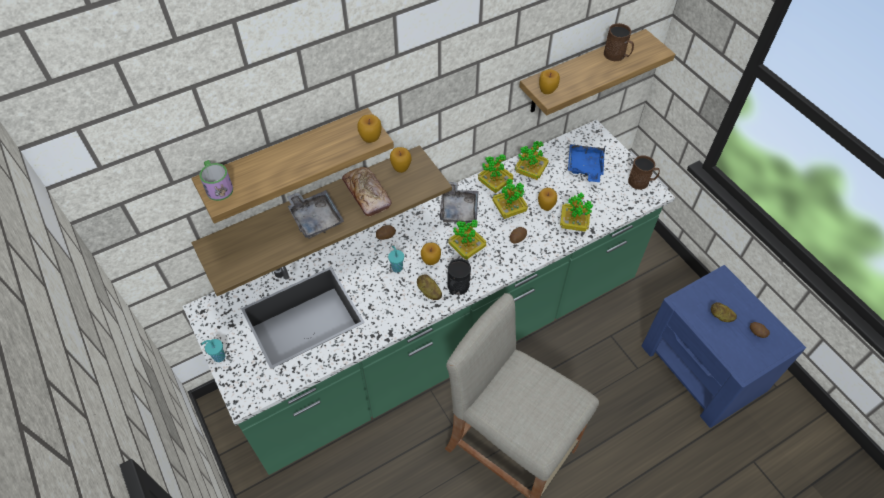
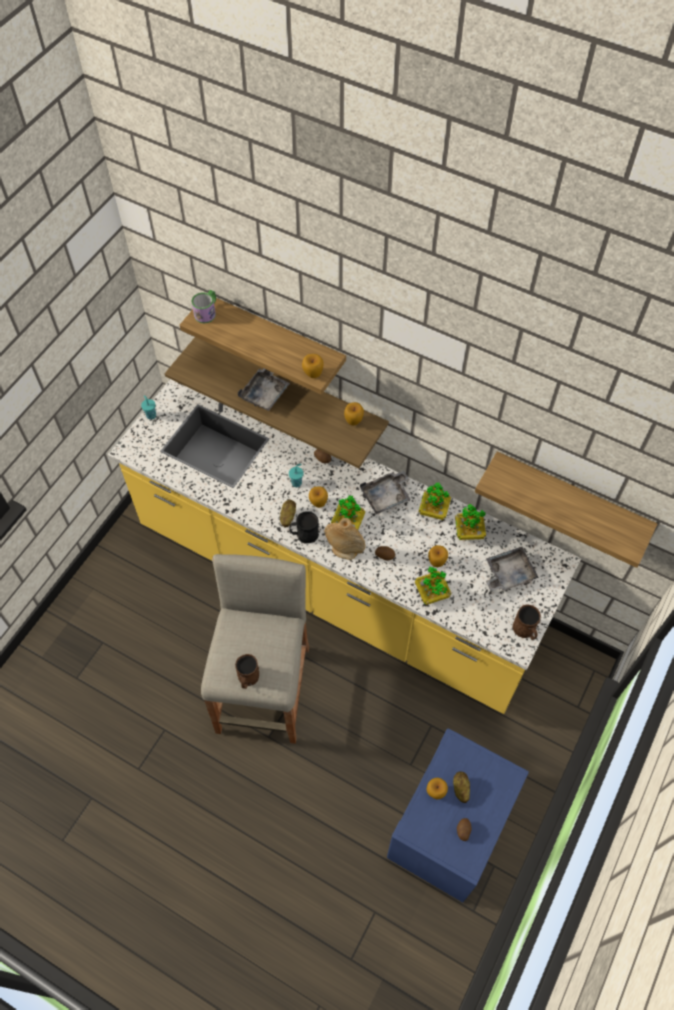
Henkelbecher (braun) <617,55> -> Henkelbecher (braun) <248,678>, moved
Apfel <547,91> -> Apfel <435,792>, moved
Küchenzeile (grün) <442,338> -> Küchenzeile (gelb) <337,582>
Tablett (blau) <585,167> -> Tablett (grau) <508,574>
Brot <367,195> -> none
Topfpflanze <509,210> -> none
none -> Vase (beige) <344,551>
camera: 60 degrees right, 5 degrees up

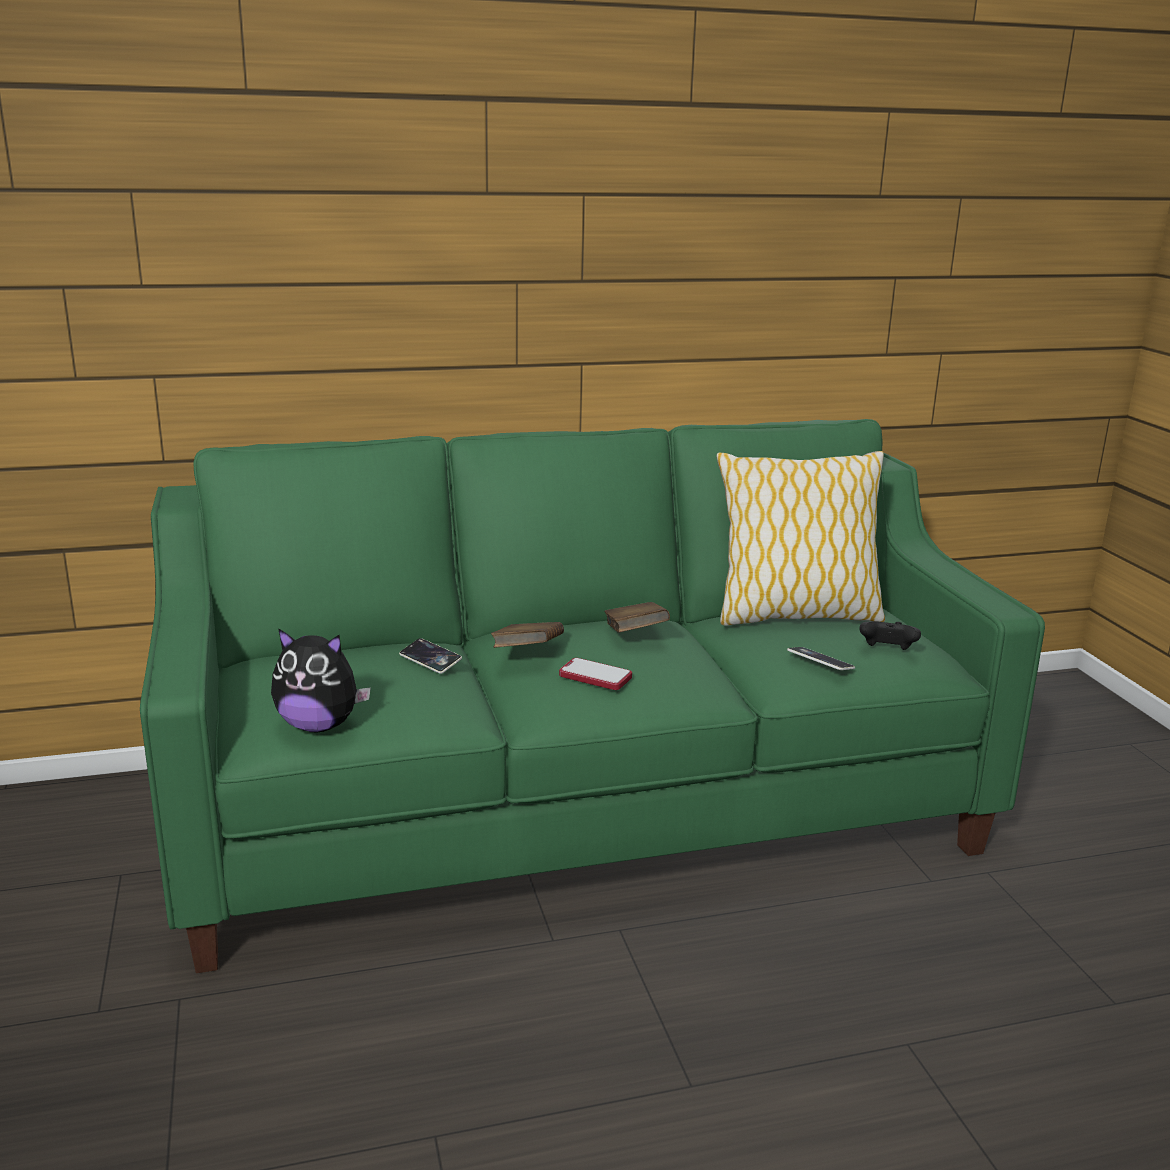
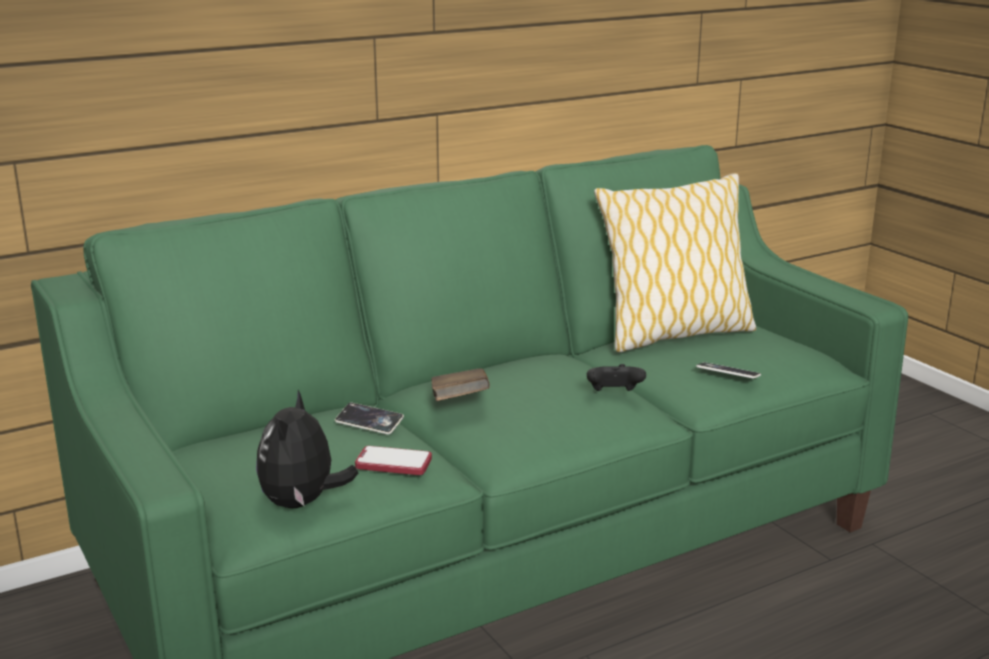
Buch (braun) <635,635> -> none
Gamepad (schwarz) <887,651> -> Gamepad (schwarz) <614,394>, moved
Plüschtier <319,725> -> Plüschtier <302,503>, 105 degrees clockwise
Handy <595,676> -> Handy <393,463>, moved
camera: 15 degrees left, 0 degrees up

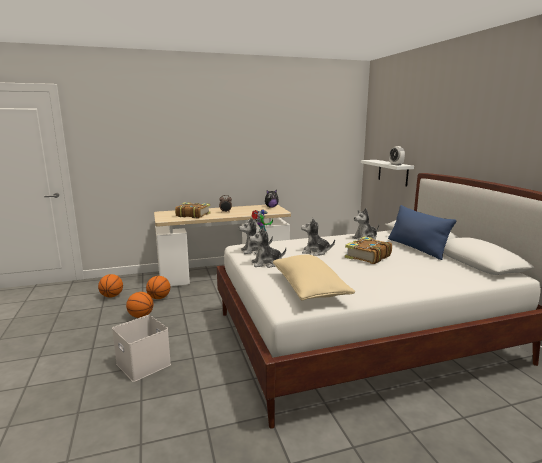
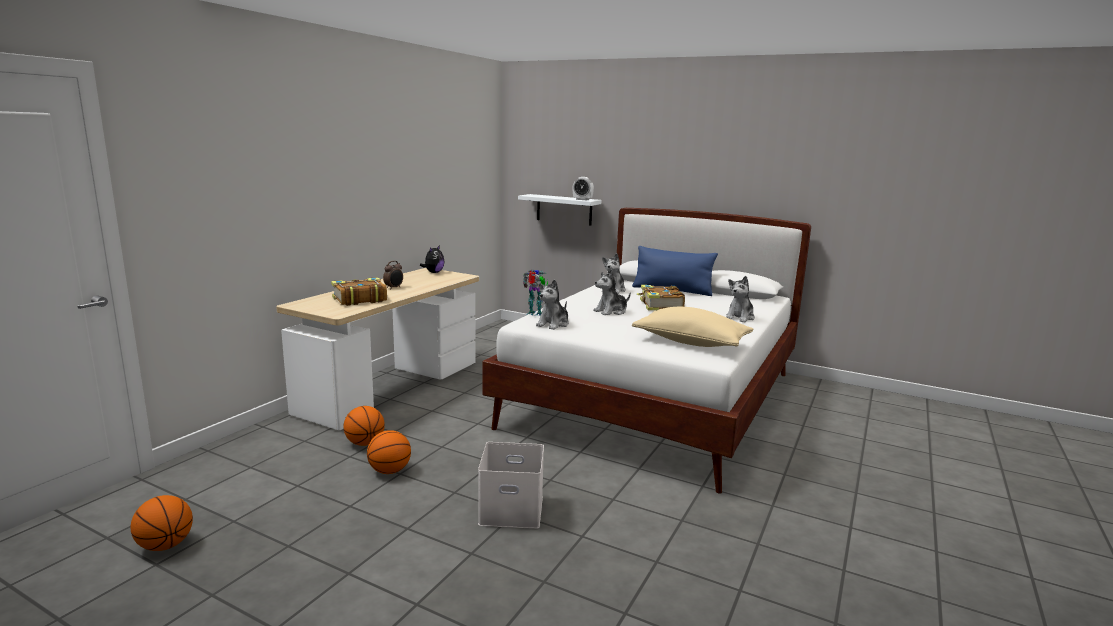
Plüschtier <266,263> -> Plüschtier <740,317>, moved
Basketball <112,296> -> Basketball <165,545>, moved
camera: 45 degrees left, 0 degrees up

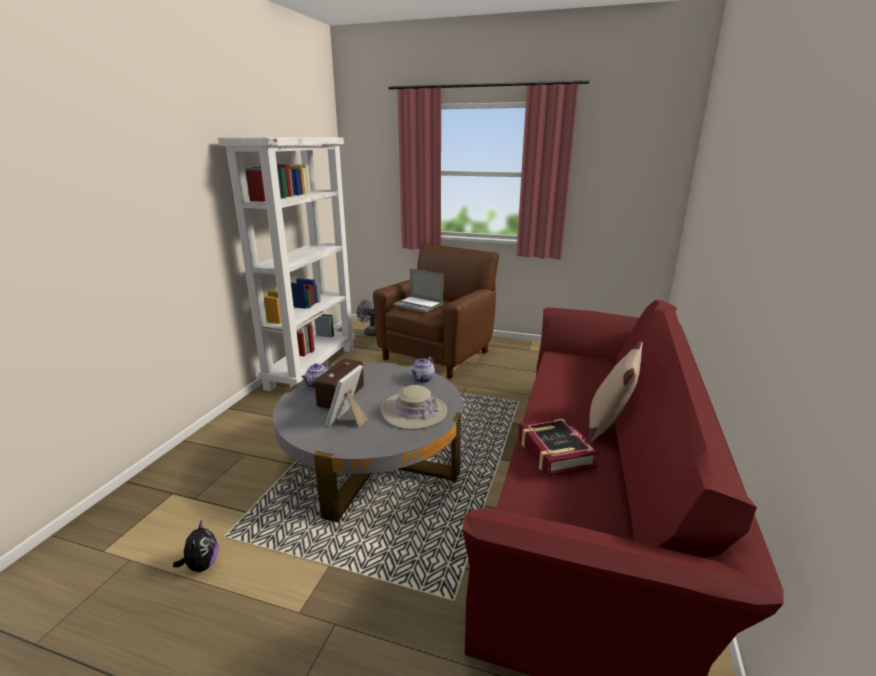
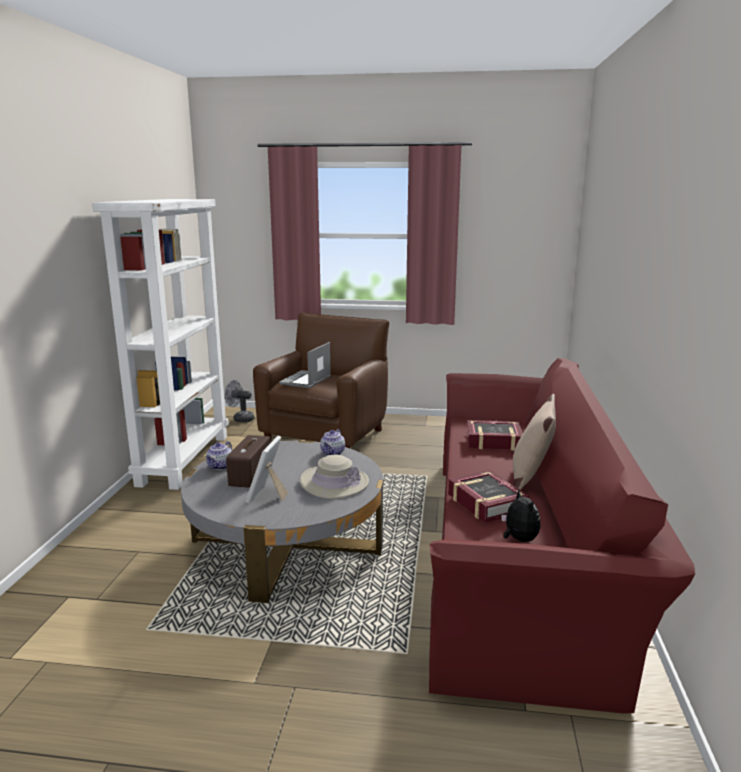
Laptop <419,305> -> Laptop <306,381>, 90 degrees clockwise
Plüschtier <202,565> -> Plüschtier <519,539>, moved
none -> Buch <493,441>
camera: 10 degrees left, 5 degrees down

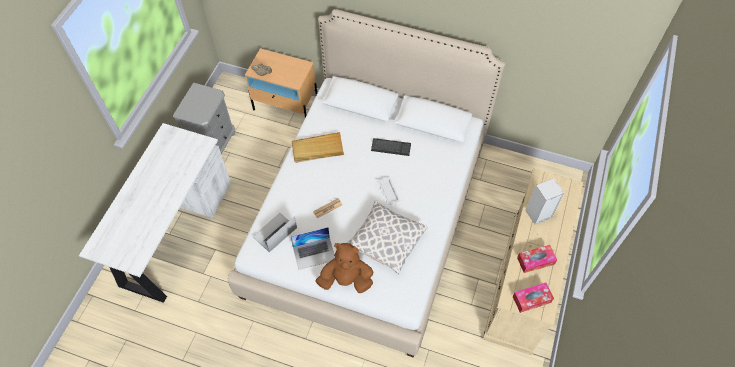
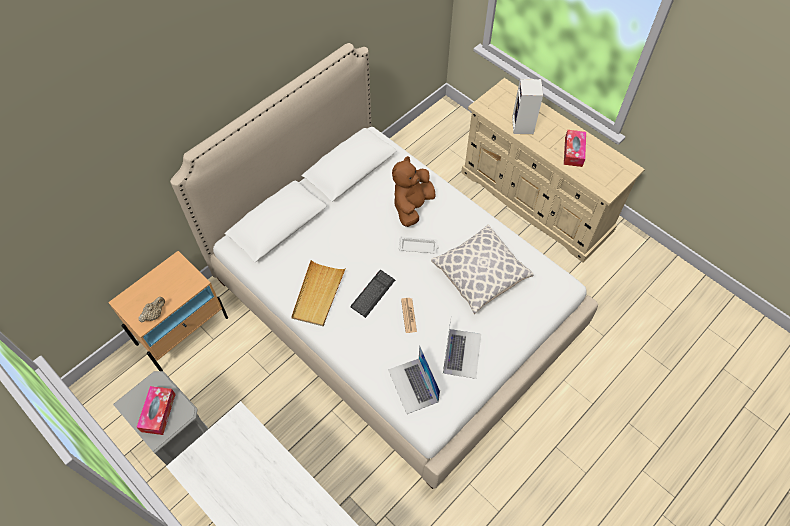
Tastatur <391,147> -> Tastatur <373,294>, moved
Plüschtier (braun) <346,280> -> Plüschtier (braun) <412,206>, moved
Taschentuchbox <531,299> -> Taschentuchbox <158,412>, moved
camera: 65 degrees left, 0 degrees up

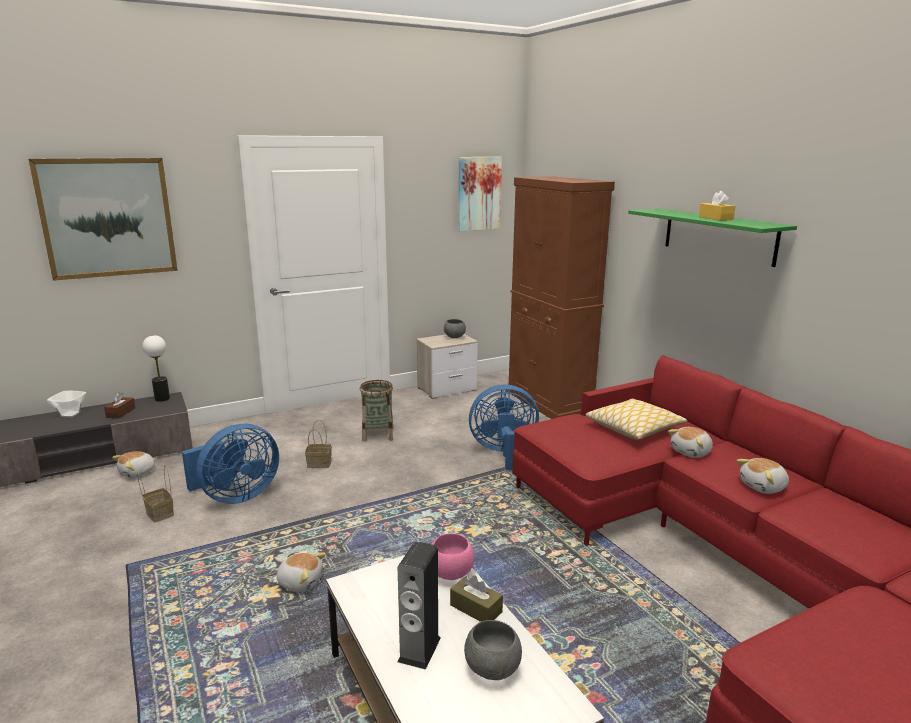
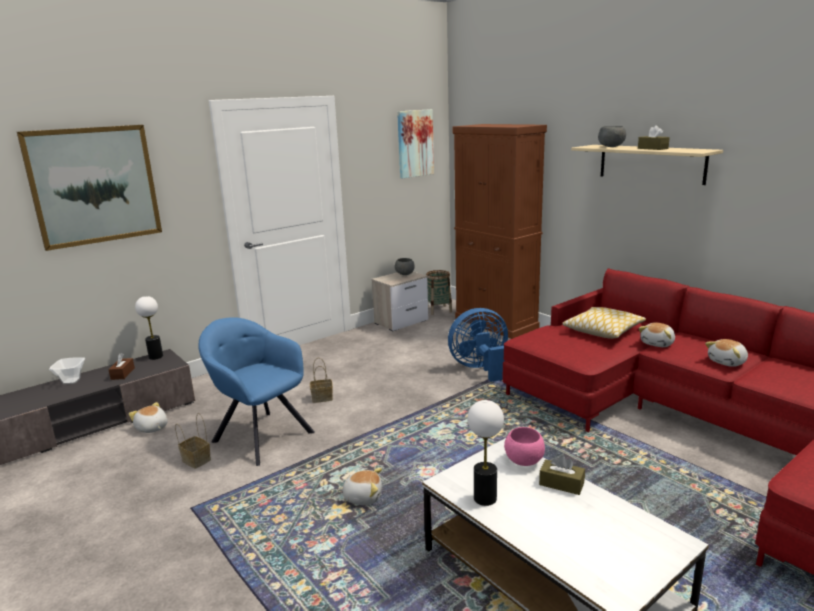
Taschentuchbox (gelb) <715,218> -> Taschentuchbox (braun) <652,148>
Wandregal (grün) <718,236> -> Wandregal (beige) <651,163>
Korb <378,434> -> Korb <438,310>, moved
Ventilator (blau) <235,496> -> Sessel (blau) <260,435>
Plüschtier <138,473> -> Plüschtier <152,428>, 105 degrees clockwise
Lautsprecher <419,649> -> none
Schüssel (grau) <492,670> -> Schüssel (grau) <611,147>, moved
none -> Tischlampe <485,498>
camera: 10 degrees left, 0 degrees up

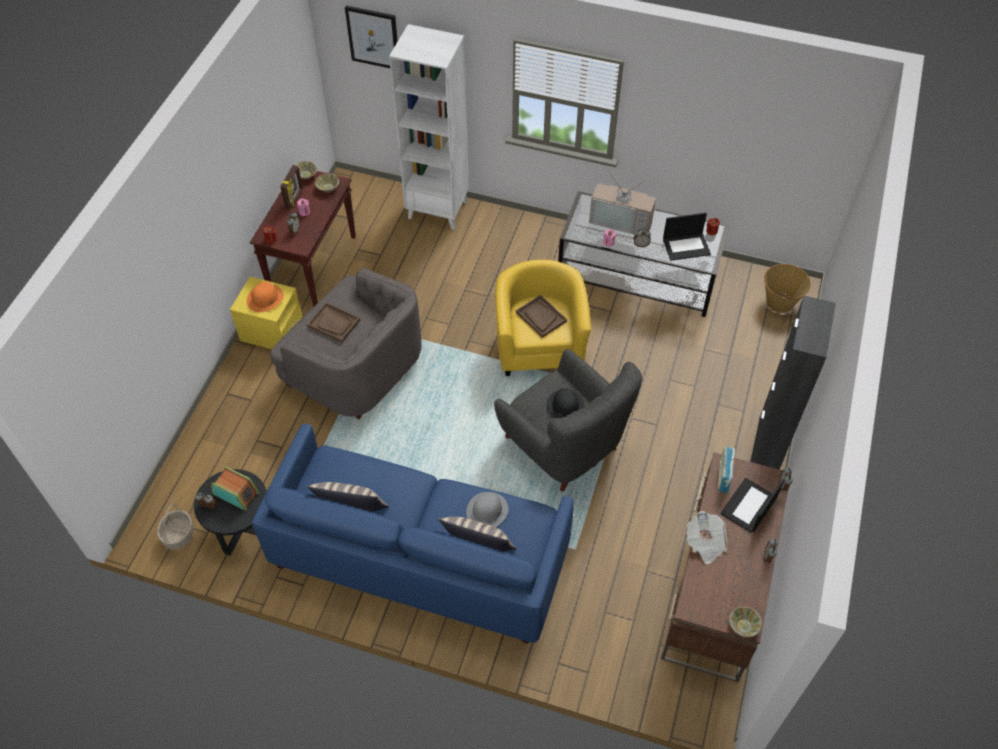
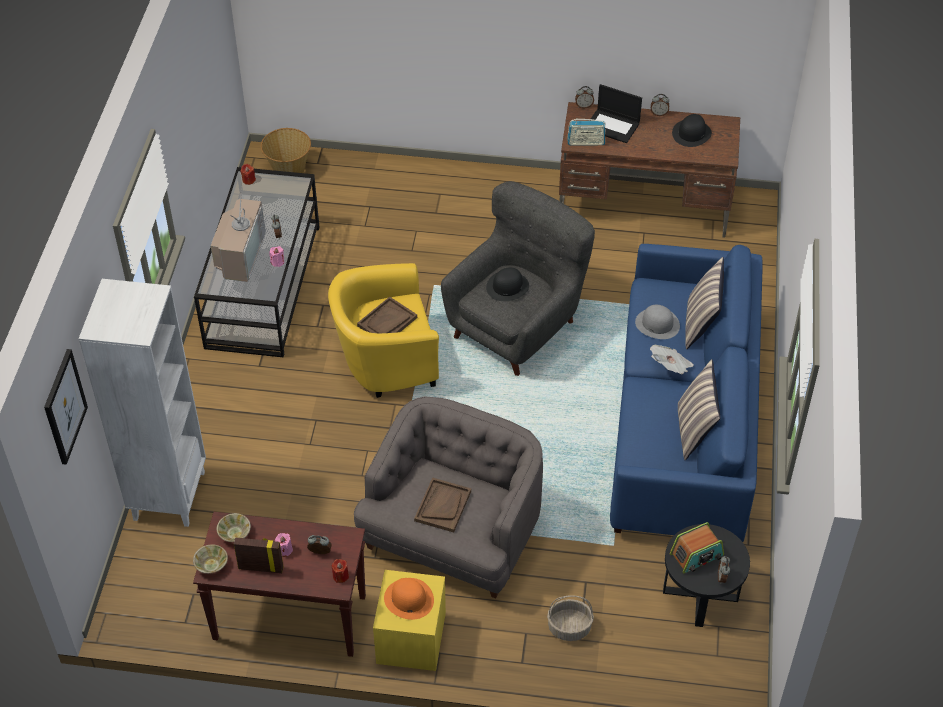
Laptop <686,246> -> none
Schrank (schwarz) <768,445> -> none
Radio <236,493> -> Radio <696,555>, 135 degrees counterclockwise
Korb <178,535> -> Korb <569,628>, moved
Zeitung <705,543> -> Zeitung <671,367>, moved
Schüssel (beige) <743,625> -> none
none -> Hut (schwarz) <691,133>
camera: 100 degrees left, 5 degrees down

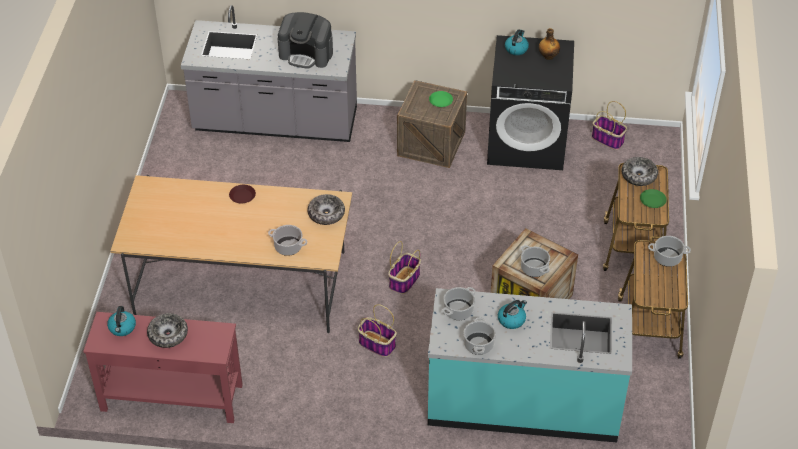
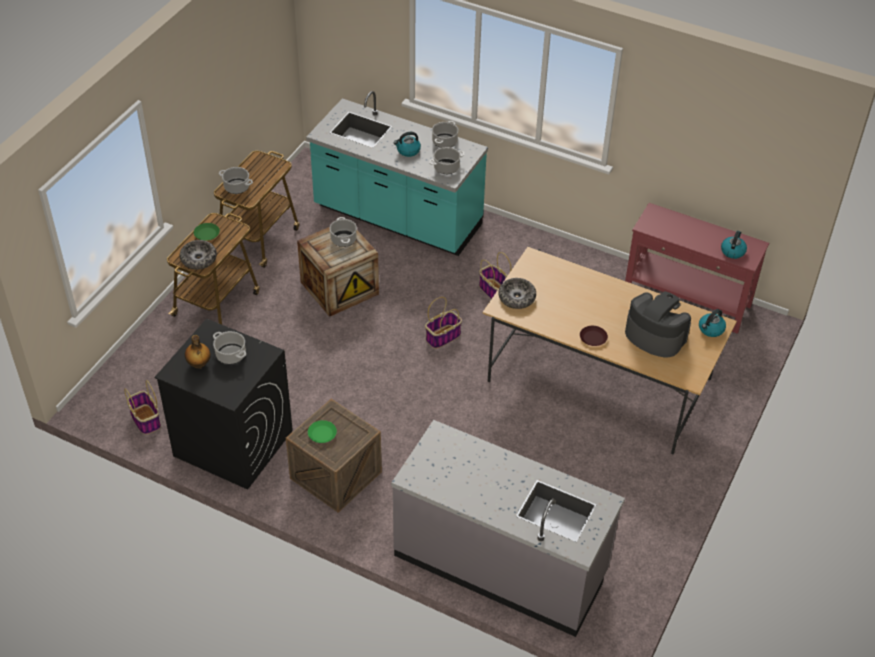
Kaffeemaschine <306,54> -> Kaffeemaschine <654,336>, moved
Wasserkessel <516,49> -> Wasserkessel <711,329>, moved
Kochtopf <288,247> -> Kochtopf <230,355>, moved
Schüssel <168,334> -> none
camera: 160 degrees left, 0 degrees up

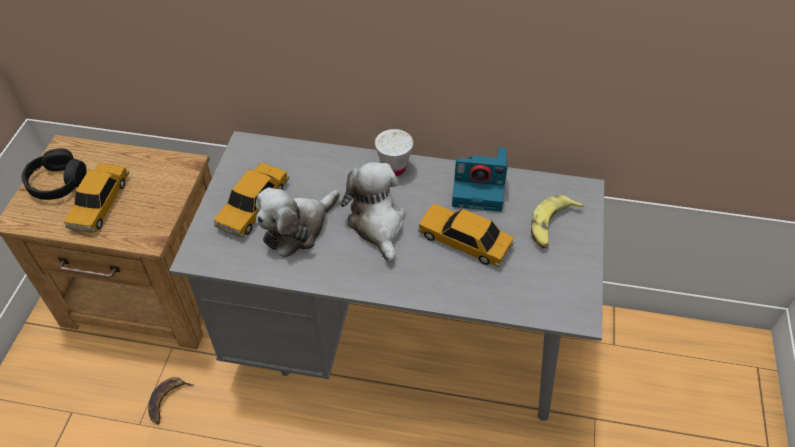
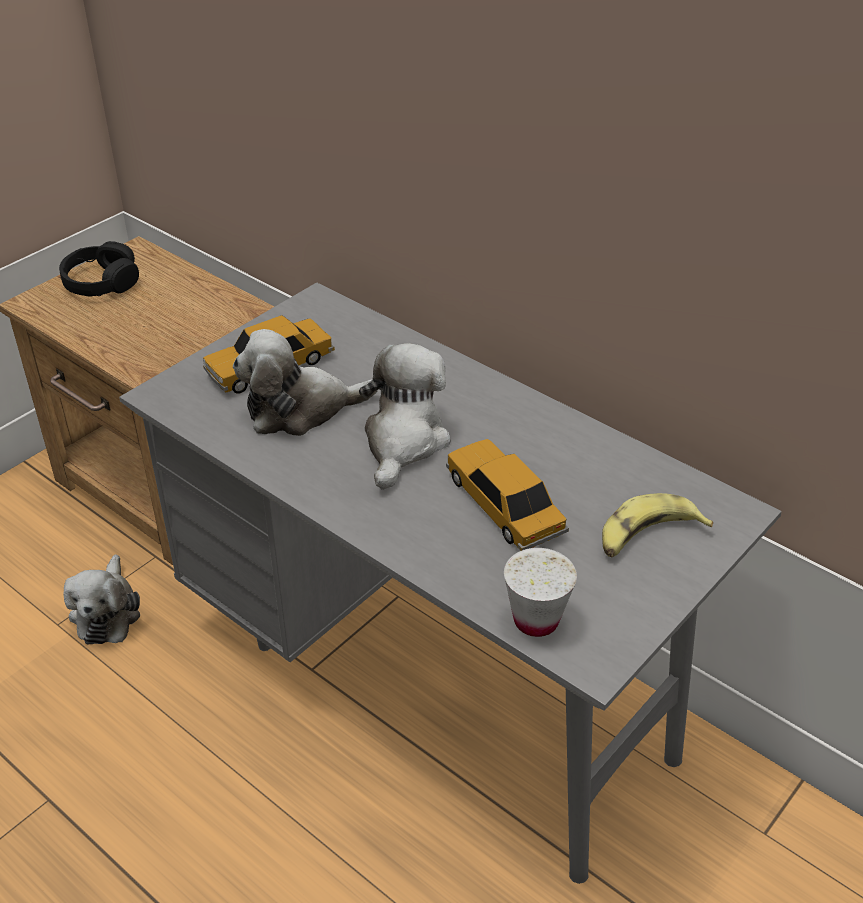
Tasse (weiß) <394,168> -> Tasse (weiß) <536,620>, moved
Kamera <480,188> -> none
Spielzeugauto <100,203> -> none
Banane <167,400> -> Plüschtier <107,612>
camera: 30 degrees right, 10 degrees down

